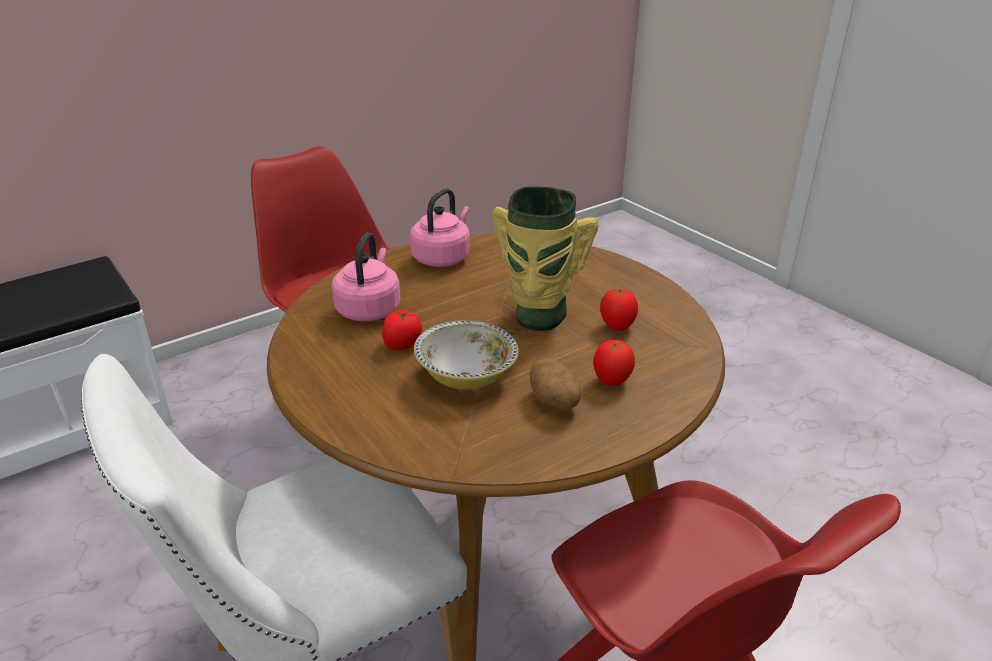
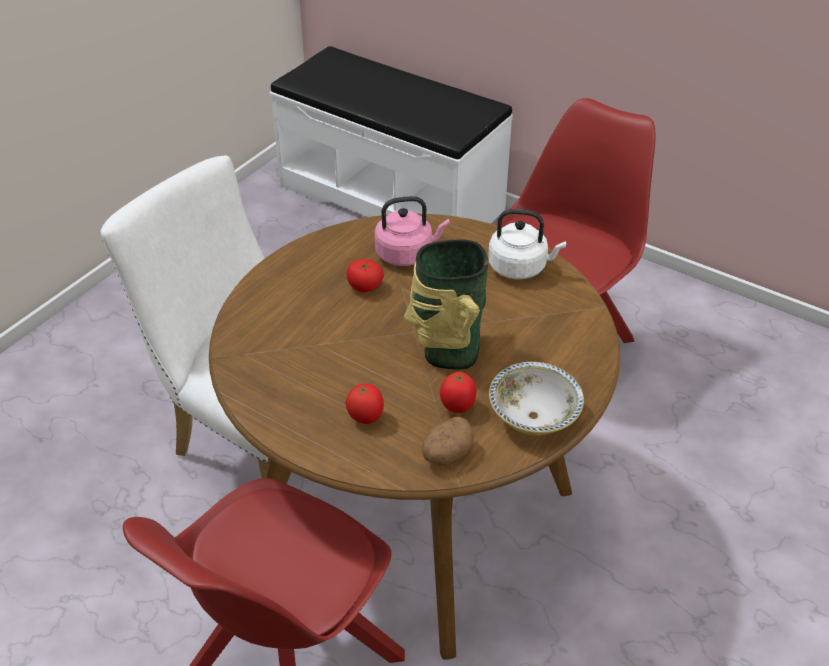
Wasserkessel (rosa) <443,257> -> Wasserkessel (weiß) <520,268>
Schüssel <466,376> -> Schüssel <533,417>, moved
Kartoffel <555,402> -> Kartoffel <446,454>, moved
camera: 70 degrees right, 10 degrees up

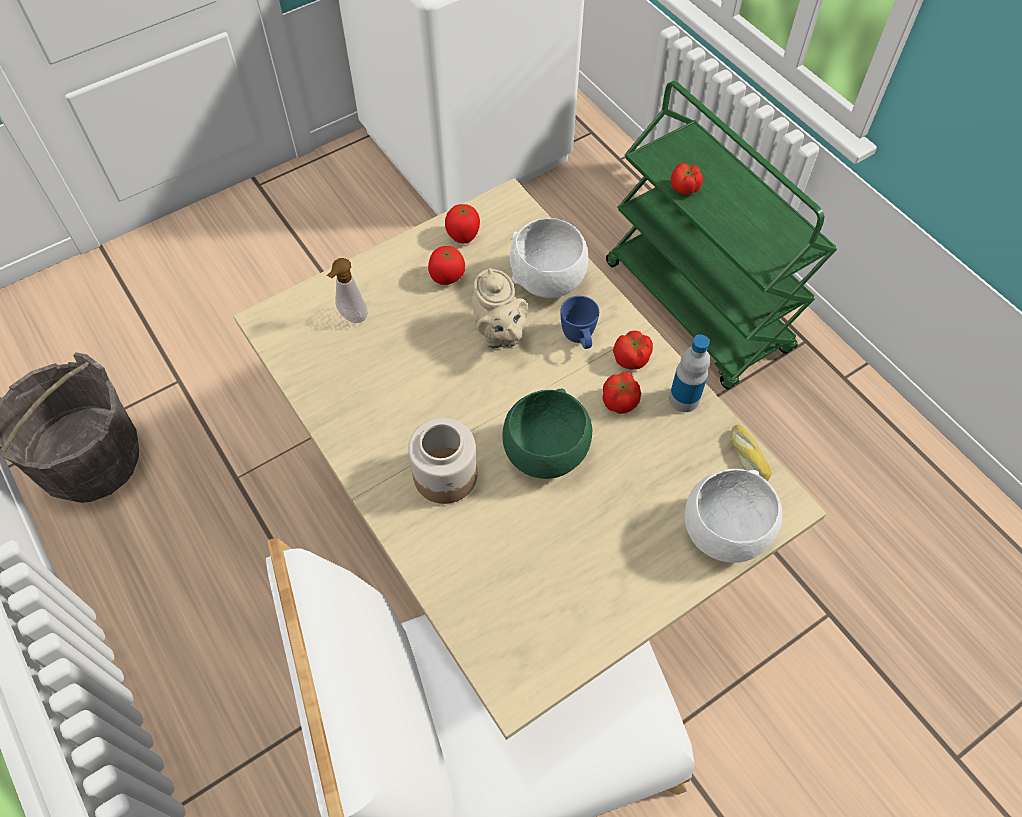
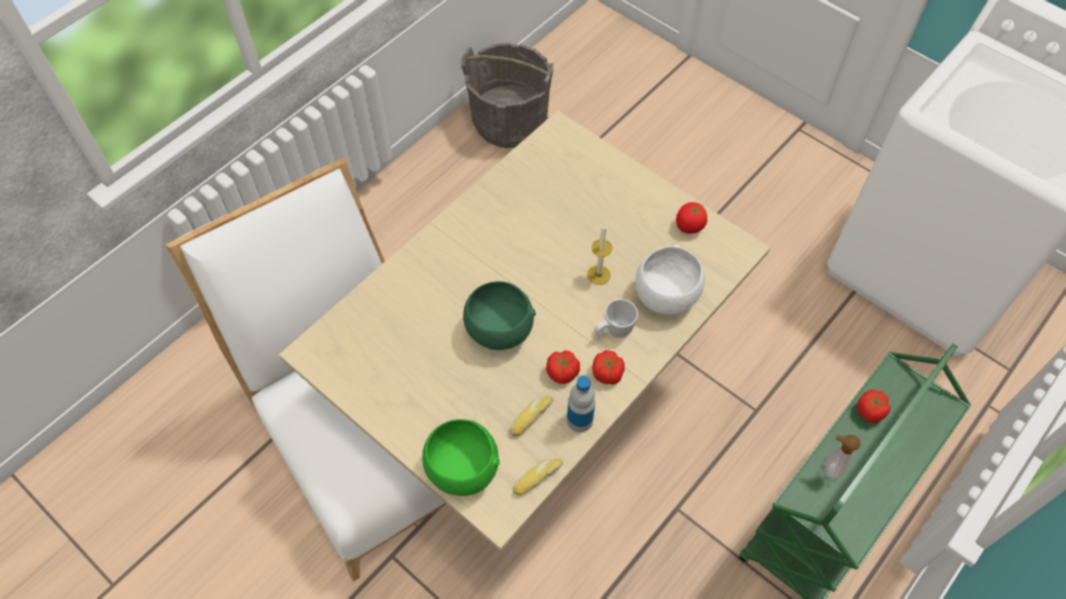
Tomate <447,277> -> none
Seifenspender <351,317> -> Seifenspender <830,468>, moved
Teekanne (beige) <499,334> -> Kerze <598,275>
Henkelbecher (blau) <579,340> -> Henkelbecher (weiß) <613,332>
Vorratsglas <446,476> -> none
Schüssel (weiß) <724,533> -> Schüssel (grün) <461,469>
none -> Brot <530,417>
camera: 75 degrees right, 0 degrees up

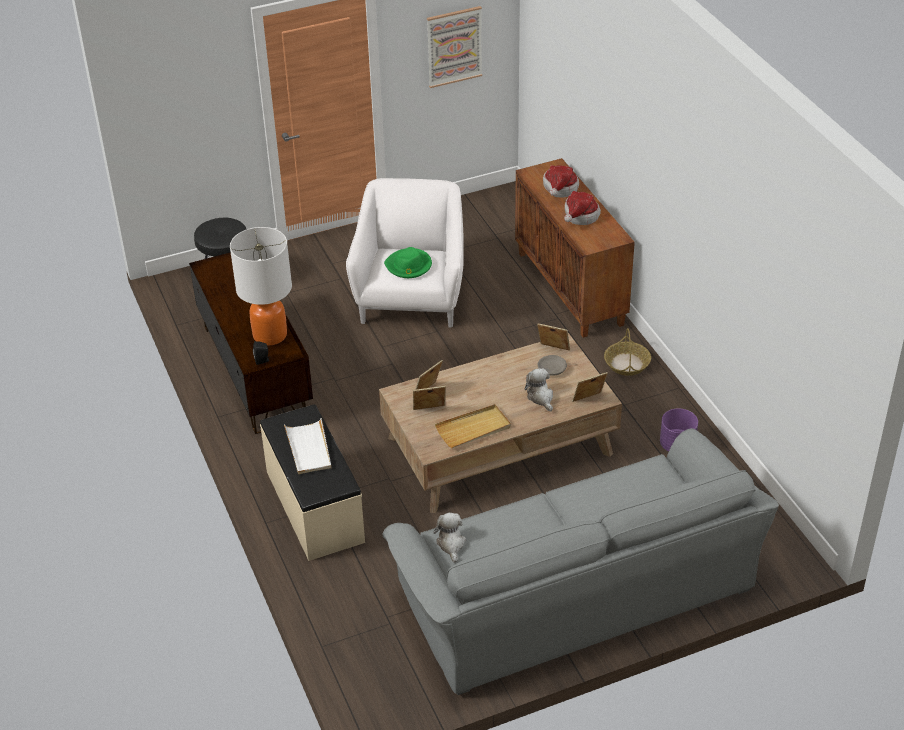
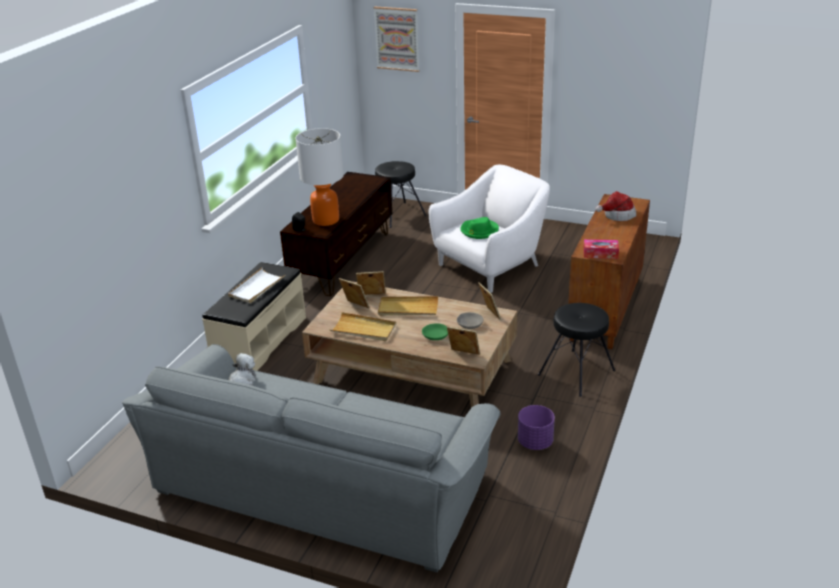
Bild <454,46> -> Bild <397,39>, moved
Hut <579,216> -> none
Korb <627,364> -> Hocker (schwarz) <577,373>
Plüschtier <541,397> -> Schüssel (grün) <435,335>
none -> Taschentuchbox <600,254>
none -> Tablett (beige) <408,308>
camera: 45 degrees right, 10 degrees down

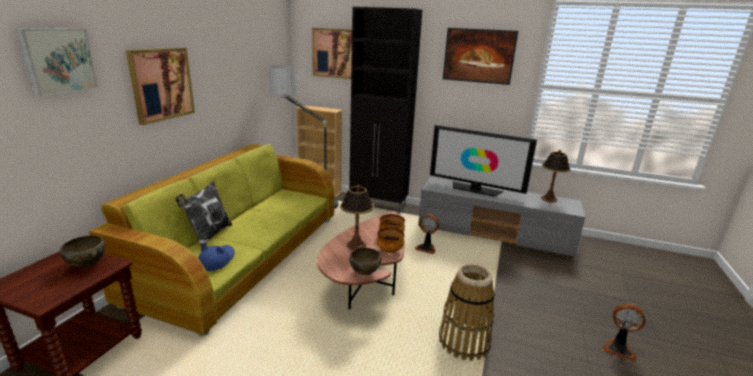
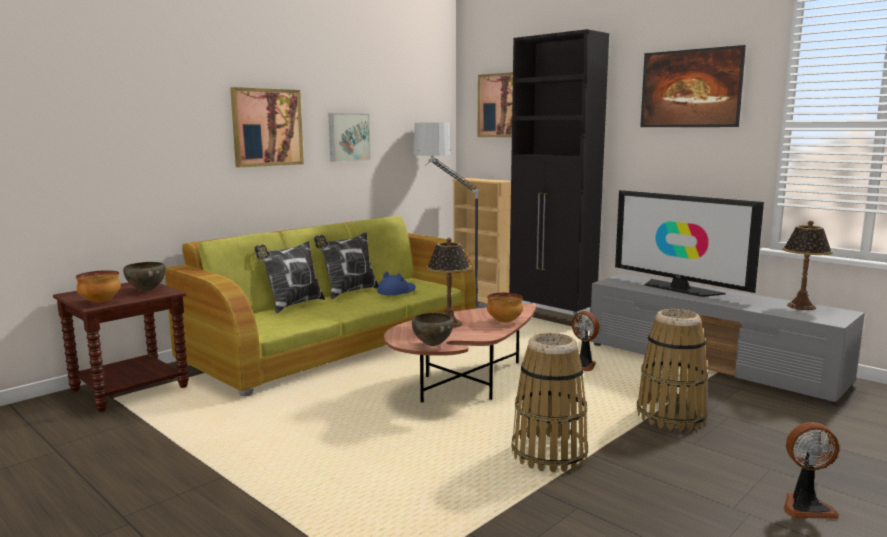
Bild <58,60> -> Bild <348,137>, moved
Schüssel <390,251> -> Schüssel <101,302>, moved
Hut (blau) <216,260> -> Hut (blau) <396,291>, moved
Ventilator <618,348> -> Ventilator <806,506>, 45 degrees counterclockwise
none -> Kissen <349,292>
none -> Korb <671,416>
camera: 25 degrees right, 10 degrees down

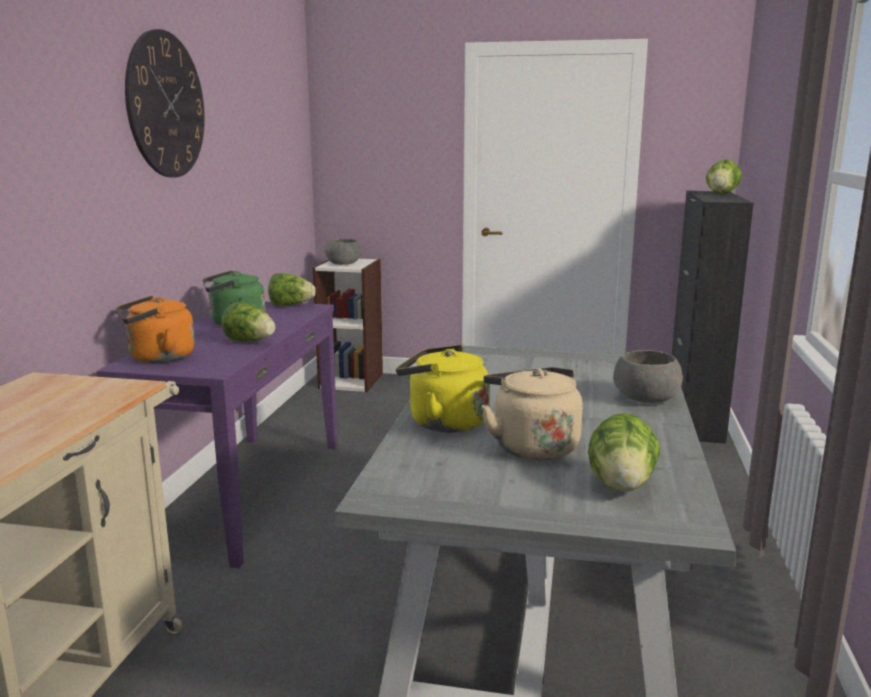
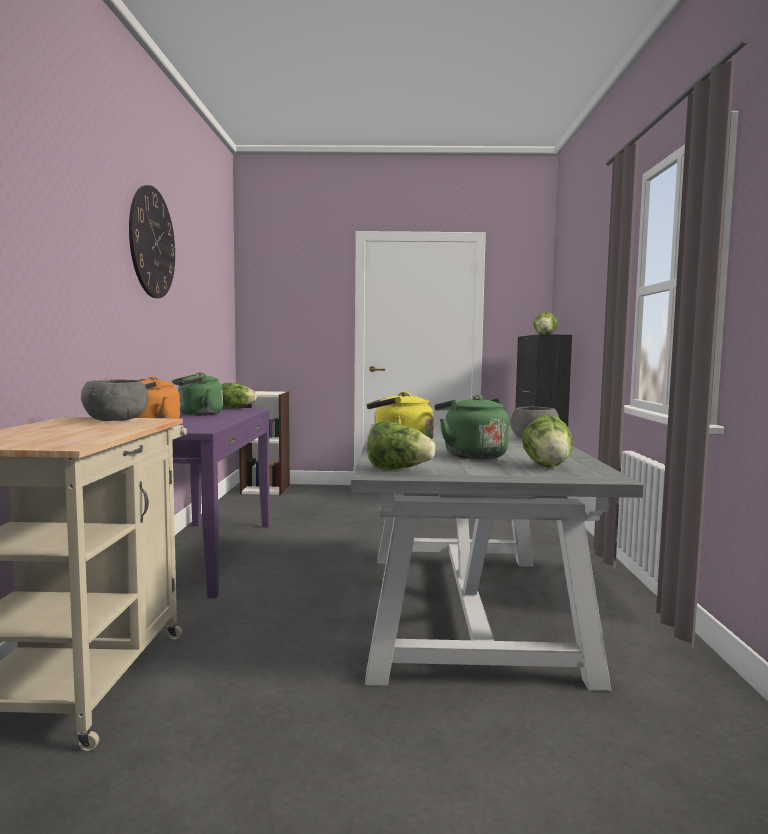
Schüssel (grau) <343,263> -> Schüssel (grau) <115,420>, moved
Salatkopf <250,342> -> Salatkopf <398,469>, moved
Wasserkessel (beige) <532,446> -> Wasserkessel (grün) <471,455>
camera: 10 degrees left, 10 degrees down

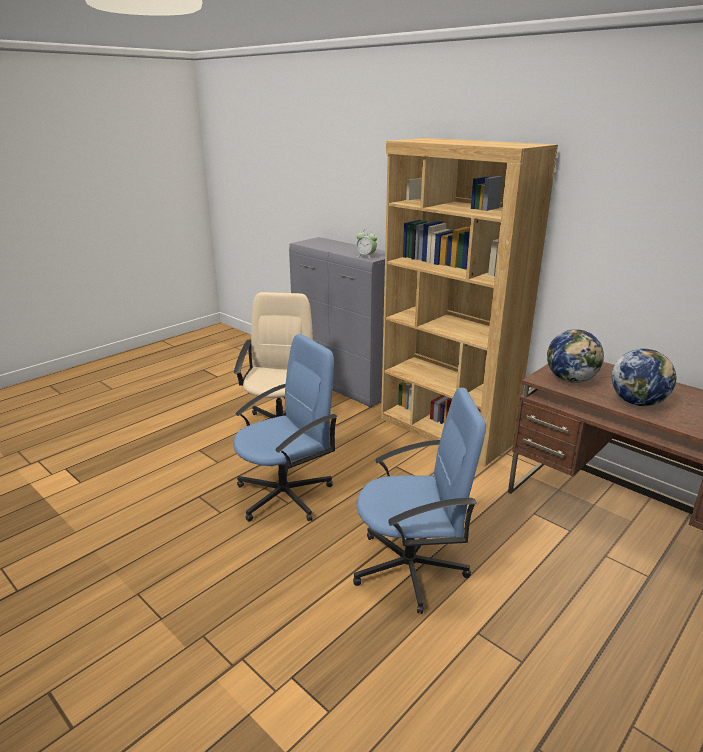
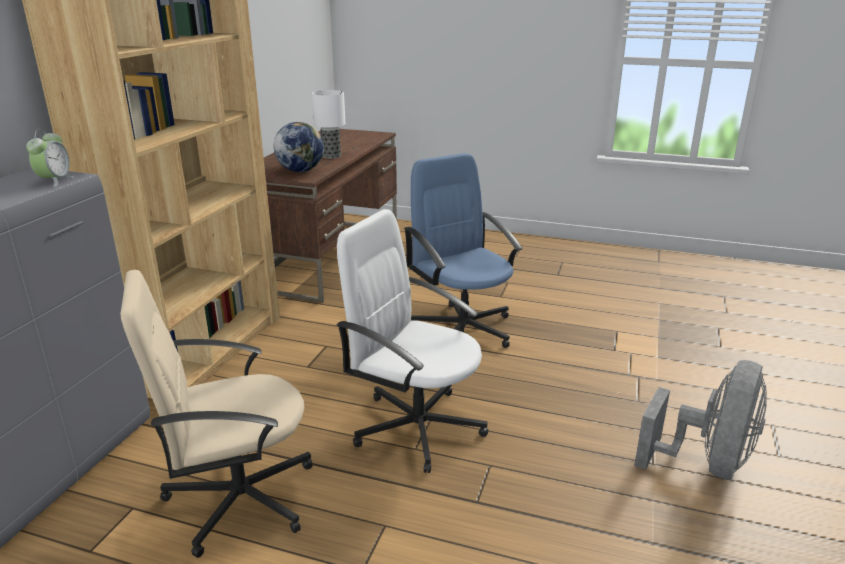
Bürostuhl (blau) <285,495> -> Bürostuhl (weiß) <416,426>
Globus <637,402> -> Tischlampe <330,156>
none -> Ventilator (grau) <707,463>
camera: 115 degrees left, 0 degrees up

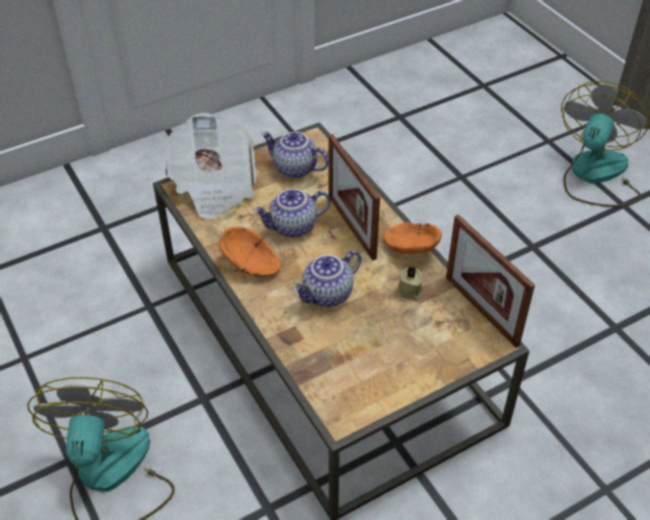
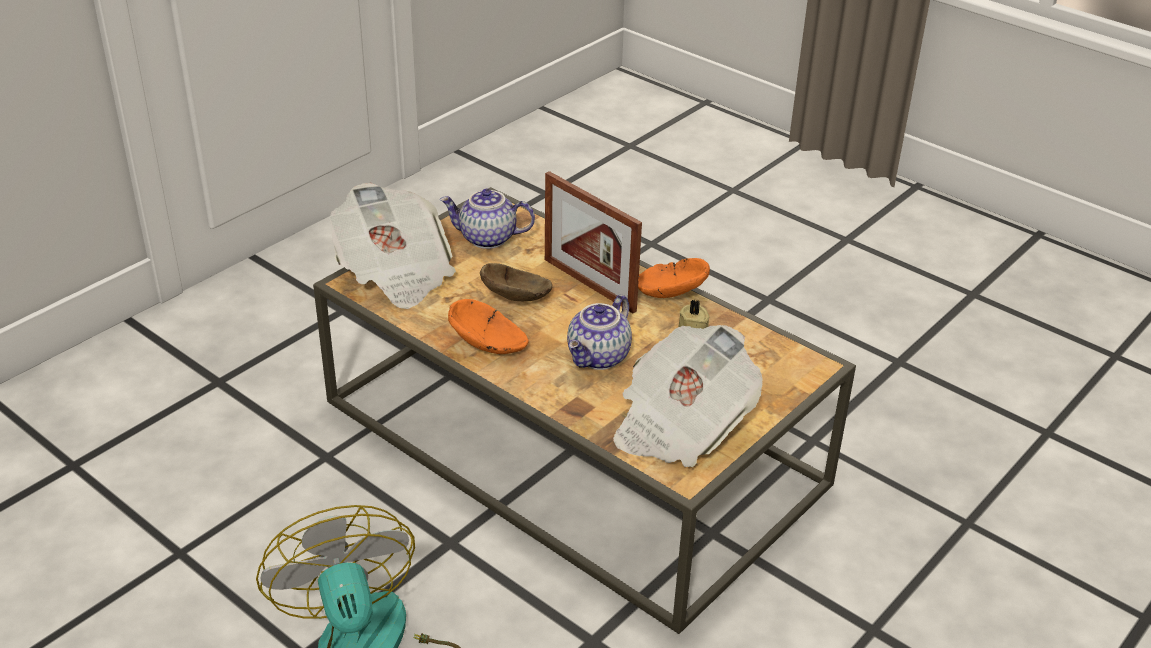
Ventilator <595,176> -> none
Teekanne <293,227> -> Schüssel (braun) <519,298>
Bilderrahmen <481,310> -> none
none -> Zeitung <680,425>
camera: 20 degrees left, 10 degrees down

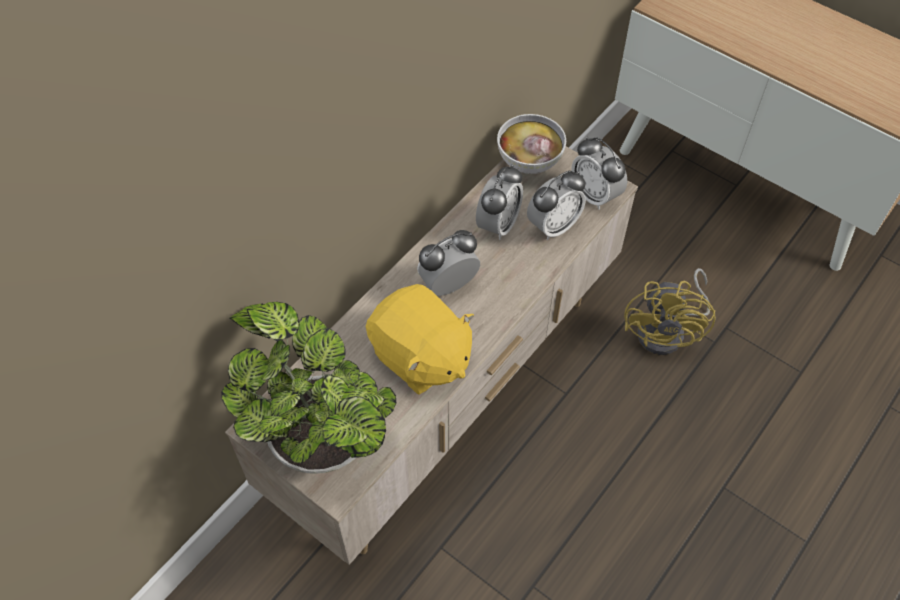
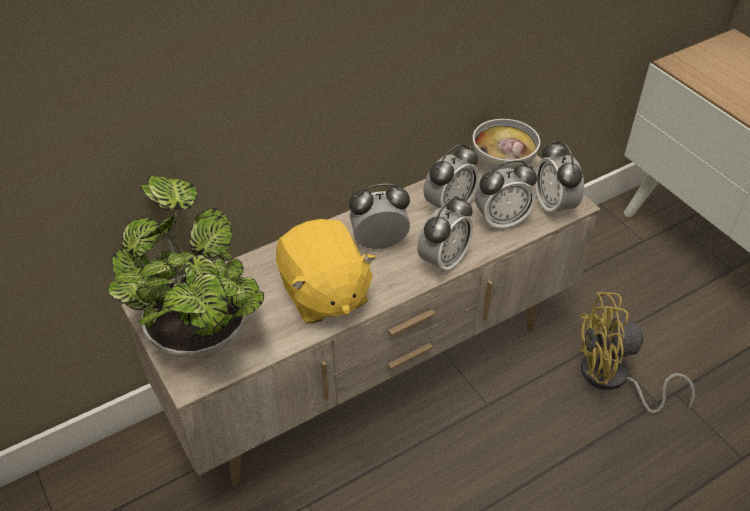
Ventilator (gelb) <668,332> -> Ventilator (gelb) <612,379>, 60 degrees clockwise
none -> Wecker <443,261>
camera: 20 degrees right, 10 degrees down

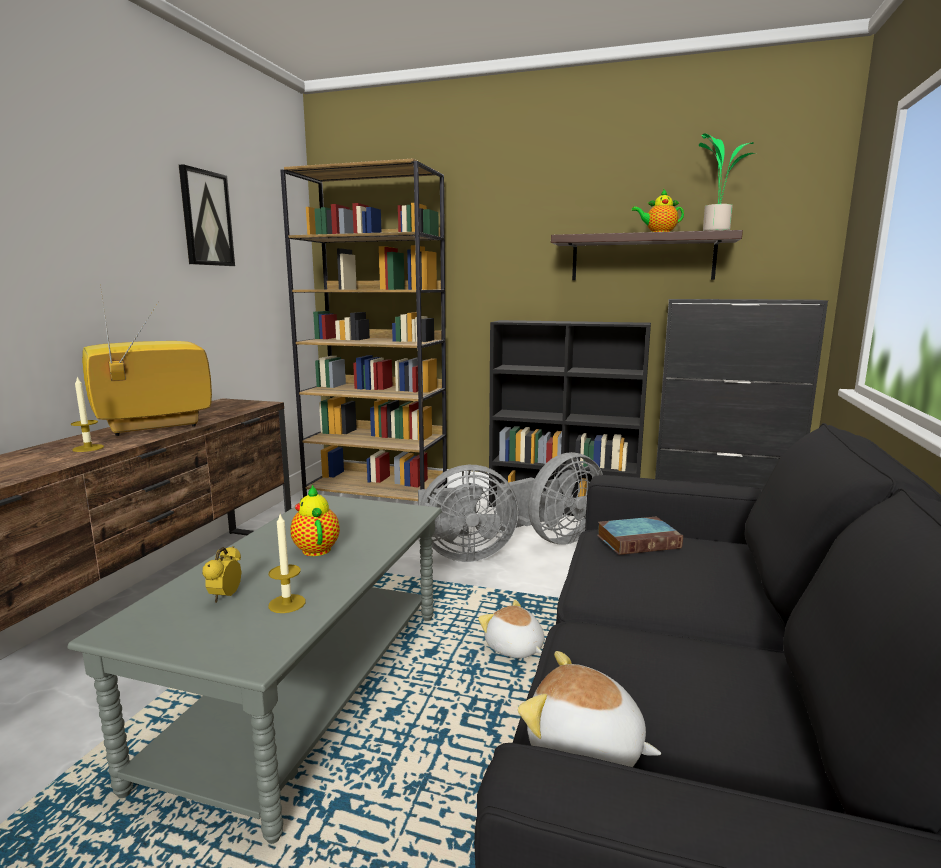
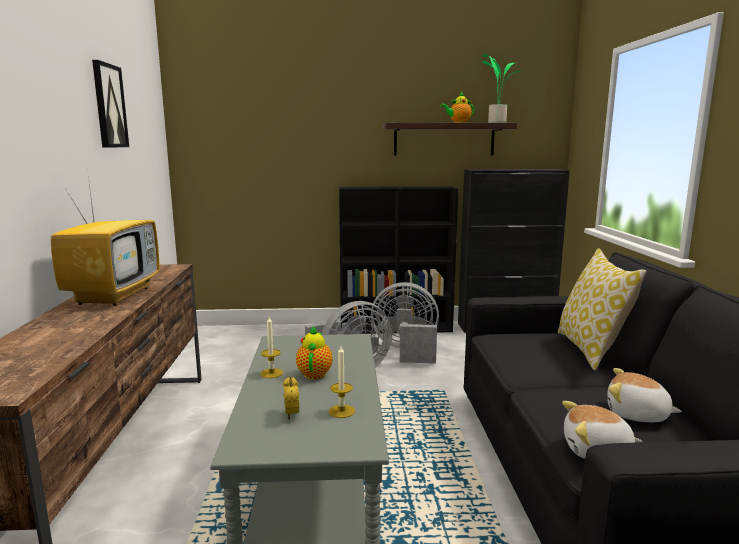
Bücherregal (braun) <377,494> -> none
Fernseher <151,427> -> Fernseher <114,295>, 150 degrees clockwise
Kerze <88,448> -> Kerze <271,373>, moved
Ventilator (grau) <554,538> -> Ventilator (grau) <406,350>, 120 degrees counterclockwise
Teekanne <316,548> -> Teekanne <315,373>, 45 degrees clockwise
Buch <639,541> -> none
Plüschtier <514,648> -> Plüschtier <637,415>, moved
none -> Kissen <591,350>
camera: 20 degrees left, 0 degrees up

